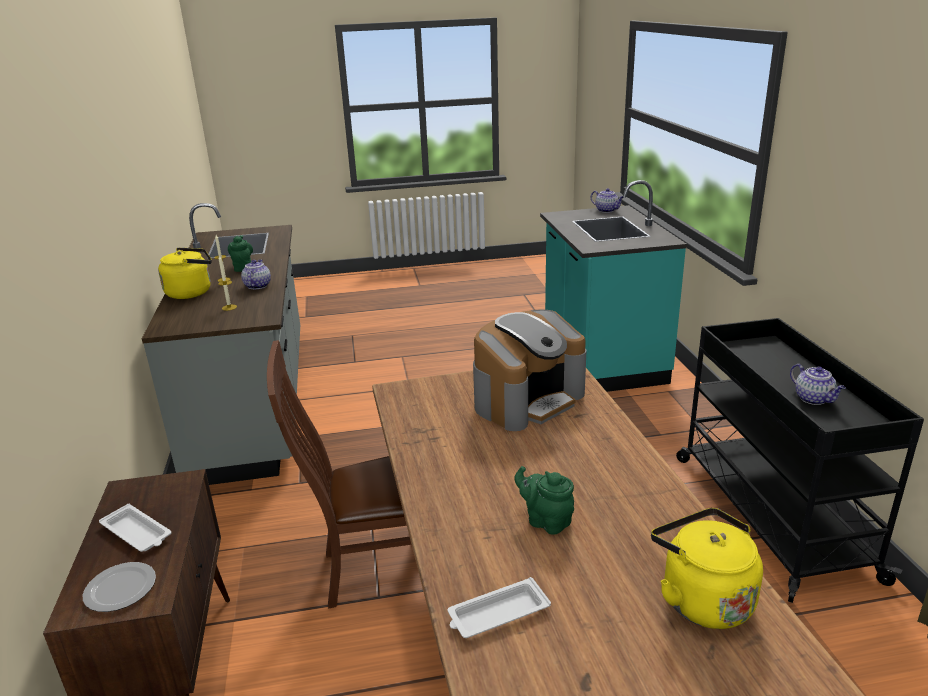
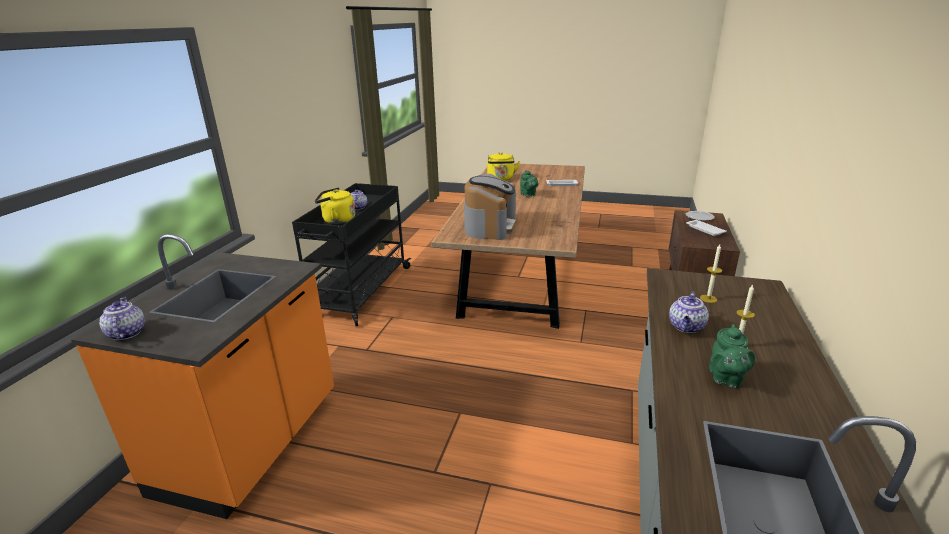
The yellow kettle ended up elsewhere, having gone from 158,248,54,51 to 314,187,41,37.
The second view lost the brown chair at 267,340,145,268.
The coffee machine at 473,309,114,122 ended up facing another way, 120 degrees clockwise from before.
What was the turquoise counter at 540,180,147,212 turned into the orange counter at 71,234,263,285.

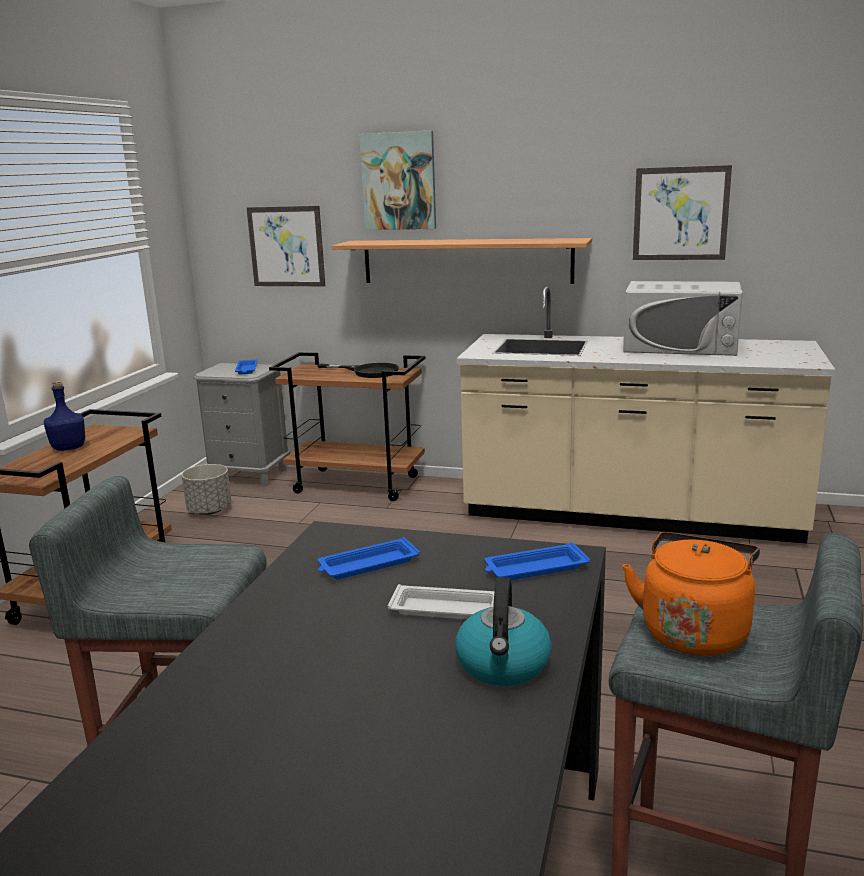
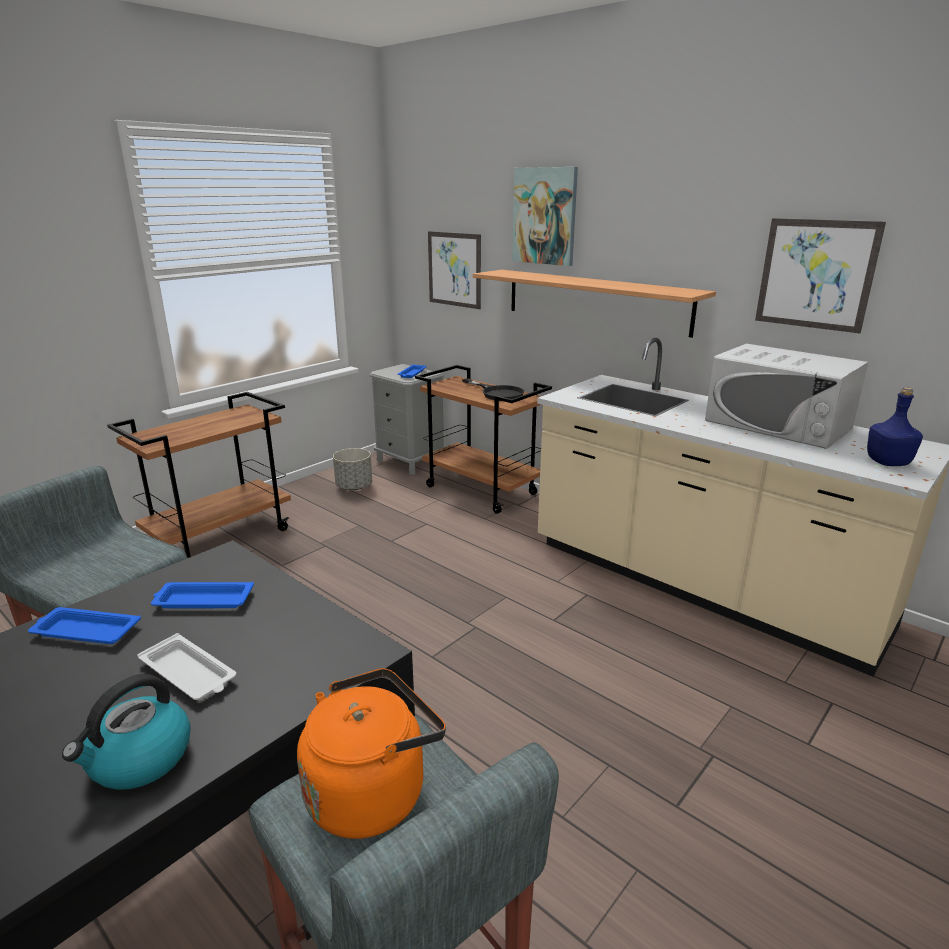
The blue bottle ended up elsewhere, having gone from 44,381,41,70 to 867,387,56,79.
The blue tray ended up elsewhere, having gone from 484,542,106,38 to 28,607,113,37.

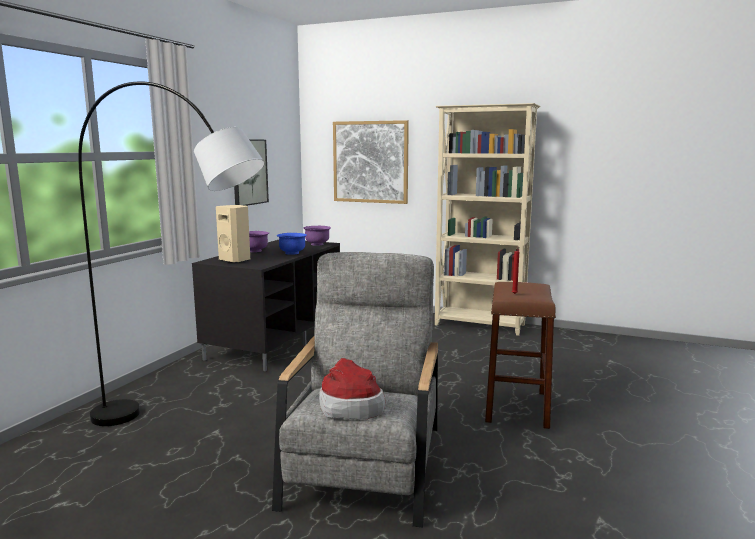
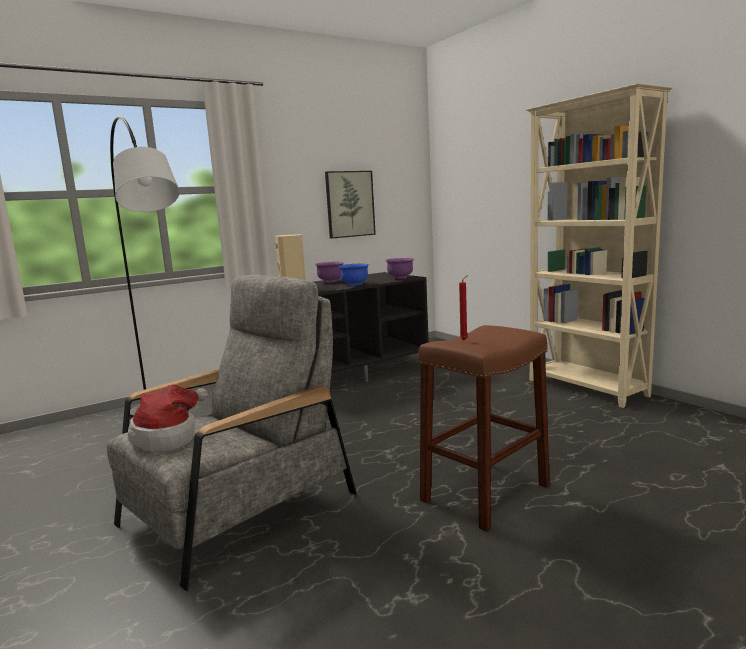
The second view lost the picture at 333,120,76,84.

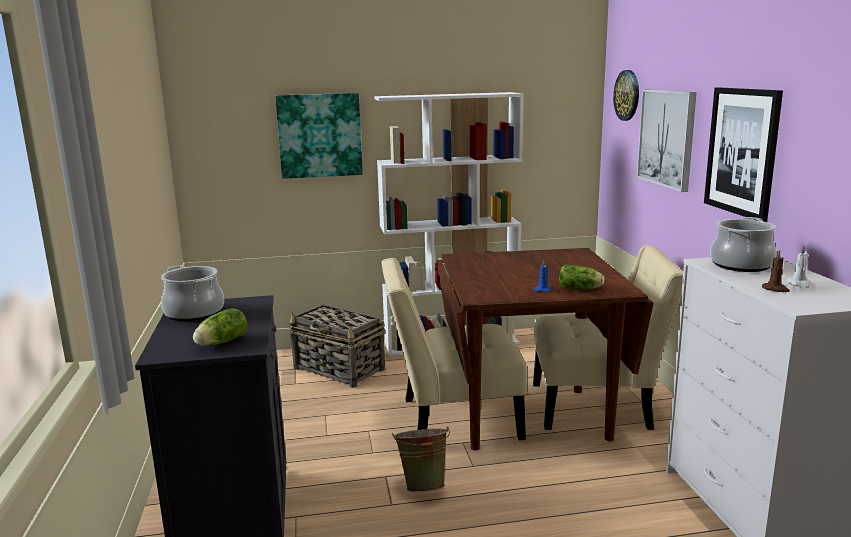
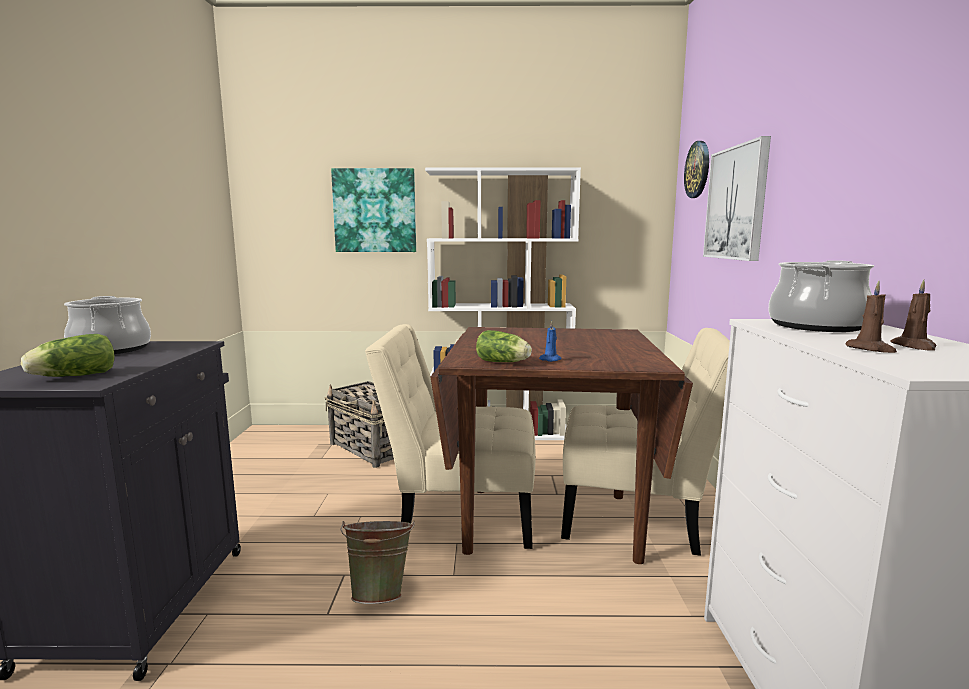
The lettuce ended up elsewhere, having gone from 559,265,46,25 to 476,330,56,32.
The second view lost the picture at 704,87,79,135.
What was the white candle at 786,246,25,42 turned into the brown candle at 890,280,47,71.

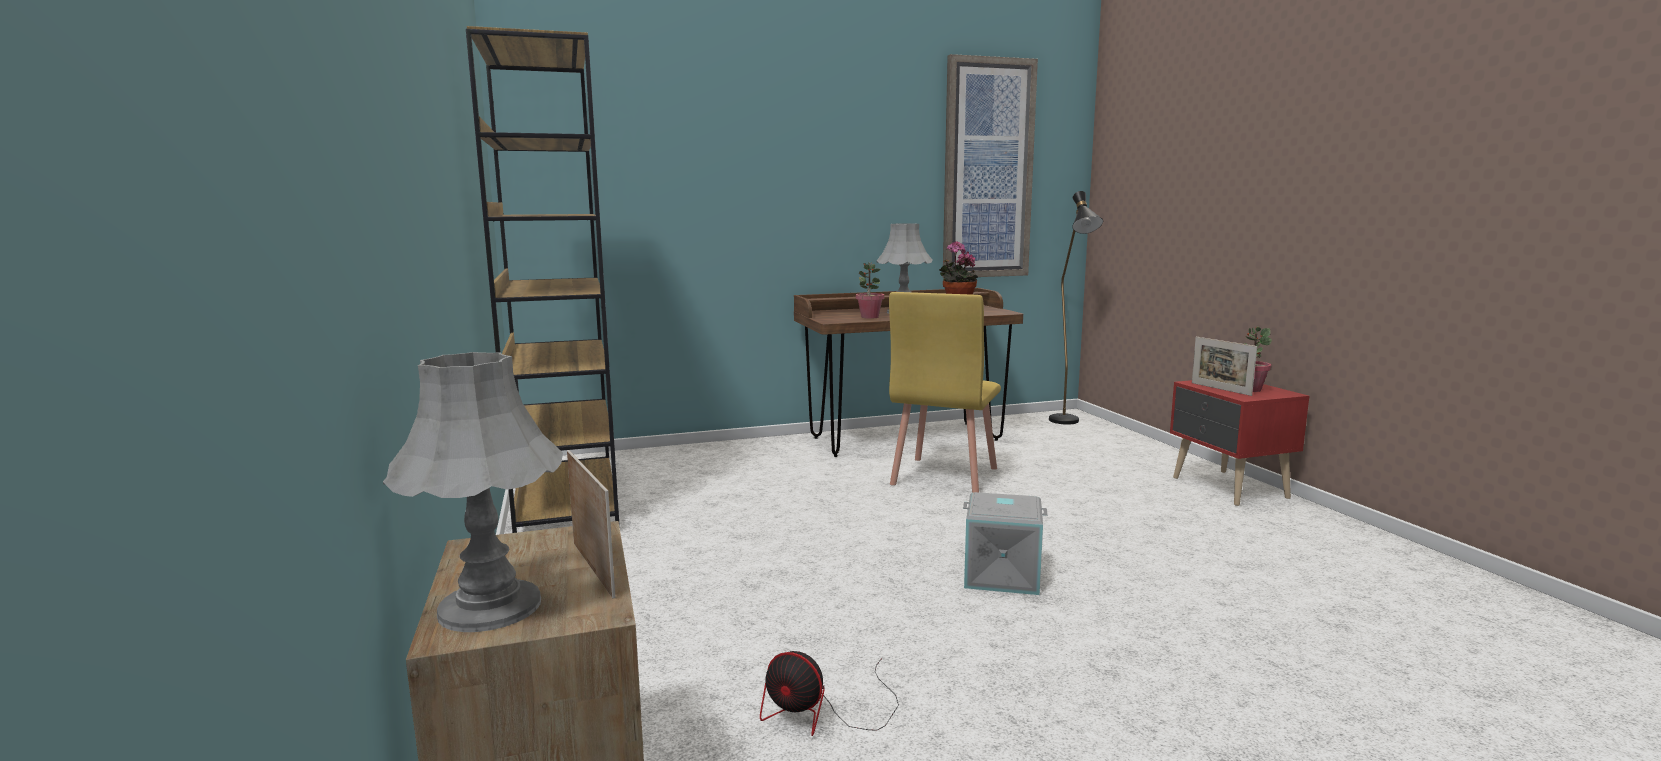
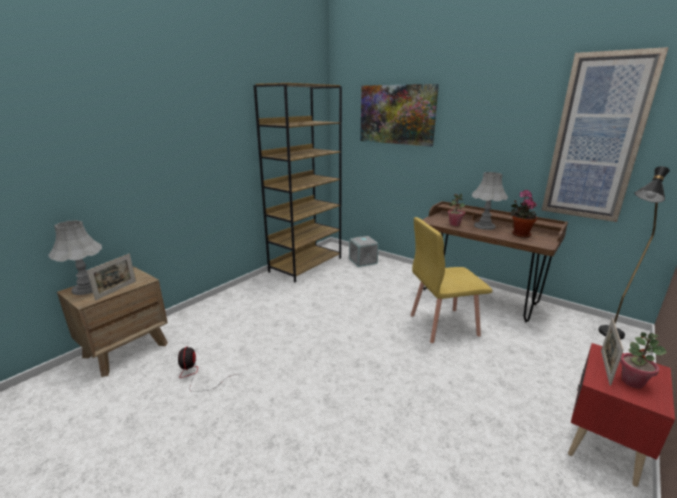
The grey storage box ended up elsewhere, having gone from 963,492,84,103 to 349,236,30,31.
The second view gained the picture at 360,84,79,63.

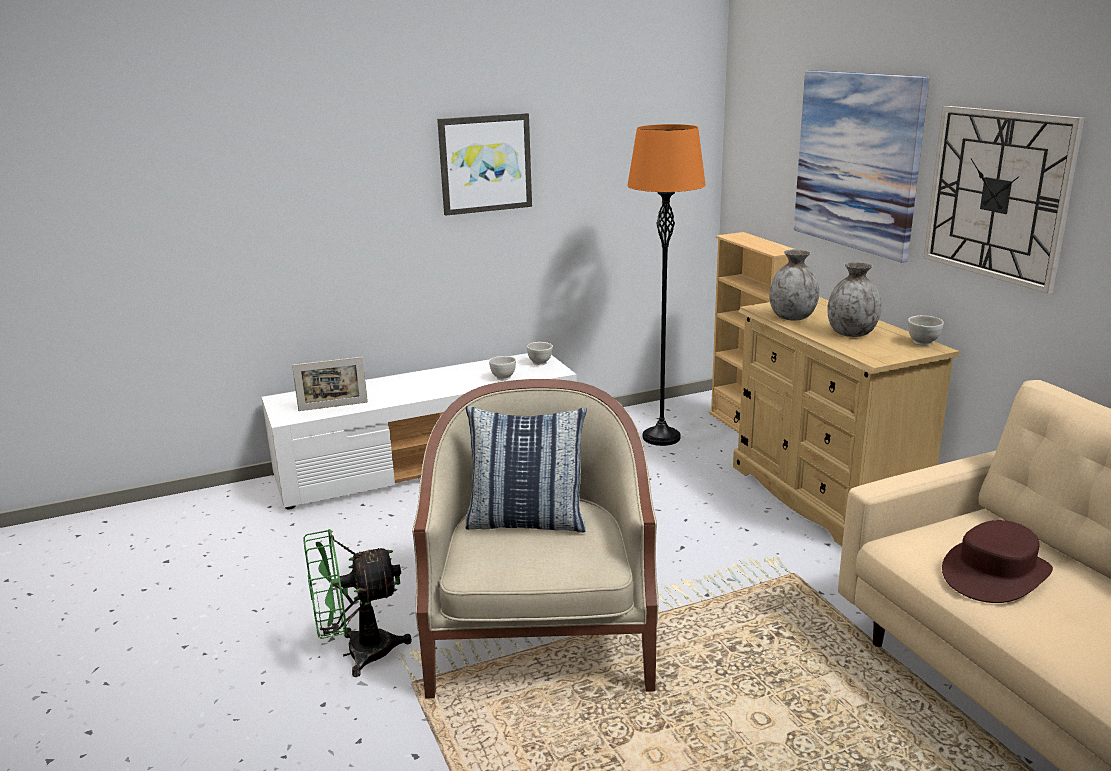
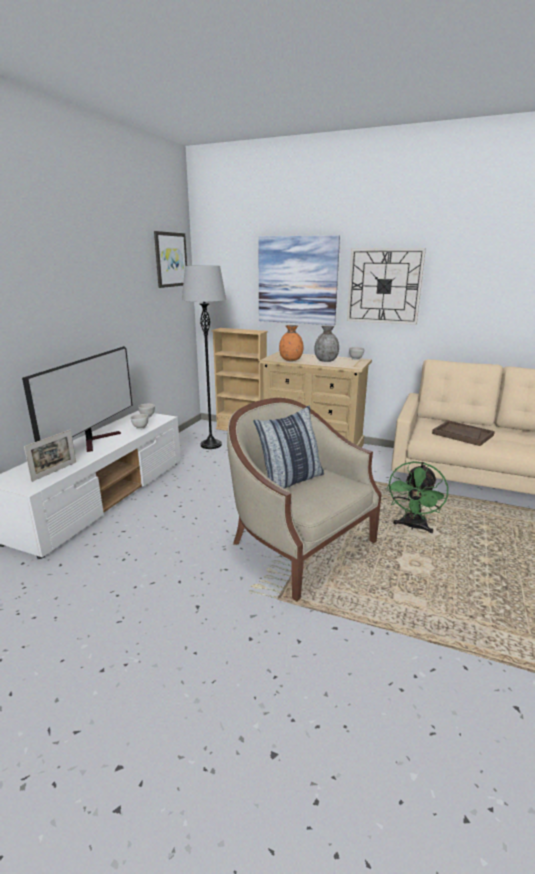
The green fan ended up elsewhere, having gone from 303,529,109,148 to 387,461,61,72.
The picture ended up elsewhere, having gone from 437,113,95,103 to 154,231,33,57.
What was the orange floor lamp at 627,124,79,322 turned into the grey floor lamp at 182,265,44,184.
What was the grey vase at 769,249,50,71 turned into the orange vase at 279,325,25,36.
Where the brown hat stood at 942,520,111,83, the brown tray came to stand at 432,420,63,26.
The second view gained the television at 22,346,111,106.

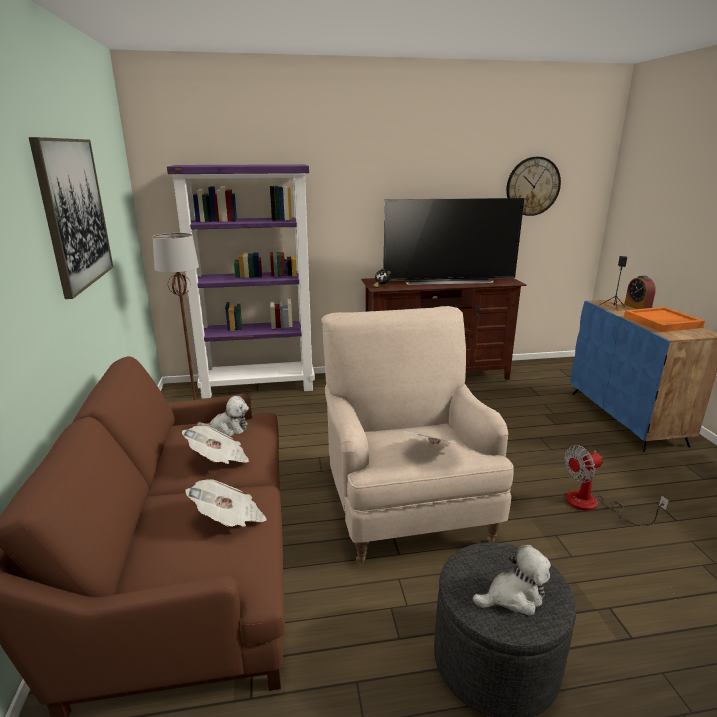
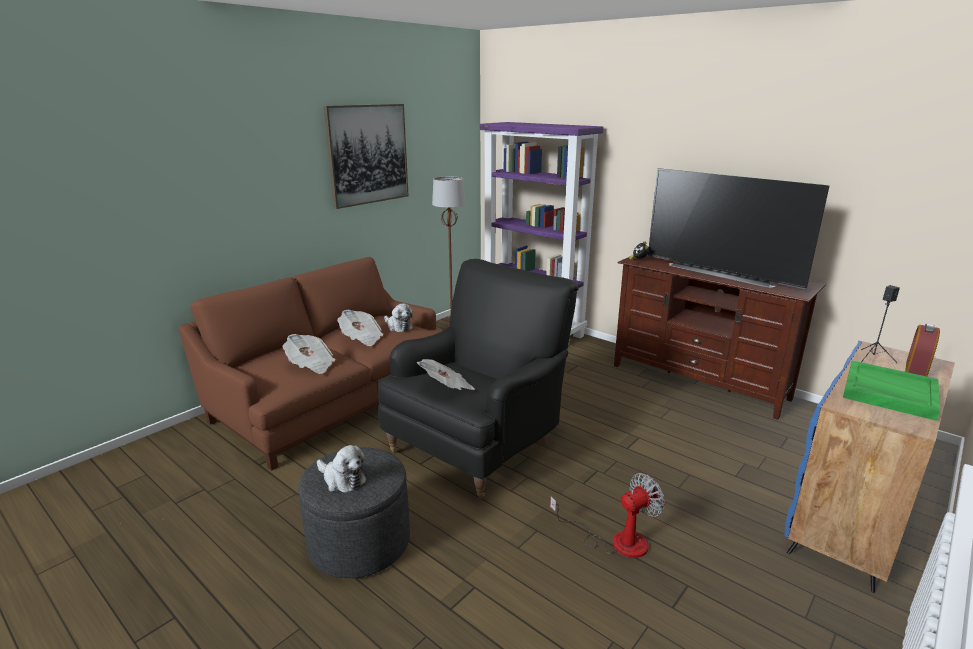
What was the beige armchair at 321,306,192,257 turned into the black armchair at 377,259,202,241.
The second view lost the wall clock at 506,157,55,59.
The fan at 564,445,105,81 ended up facing another way, 120 degrees clockwise from before.
What was the orange tray at 624,307,81,25 turned into the green tray at 843,361,97,60.

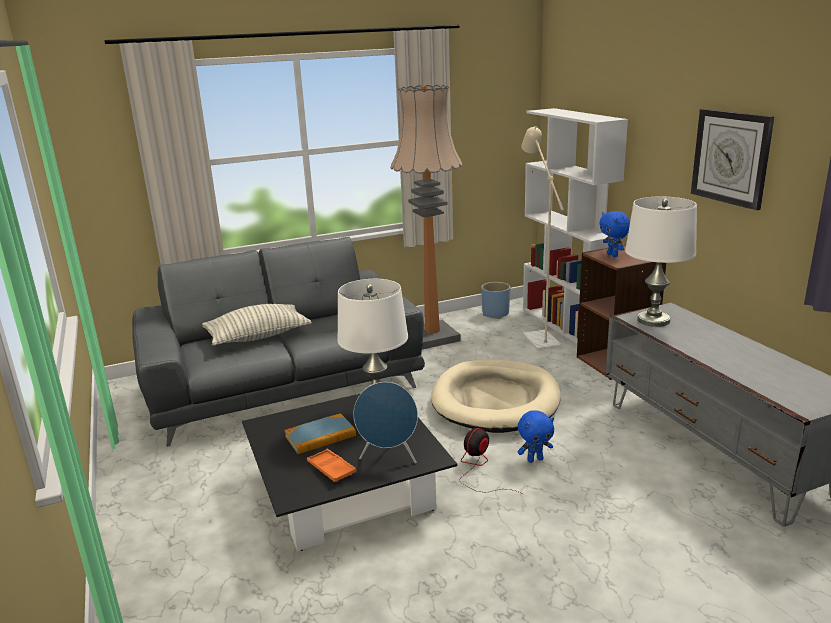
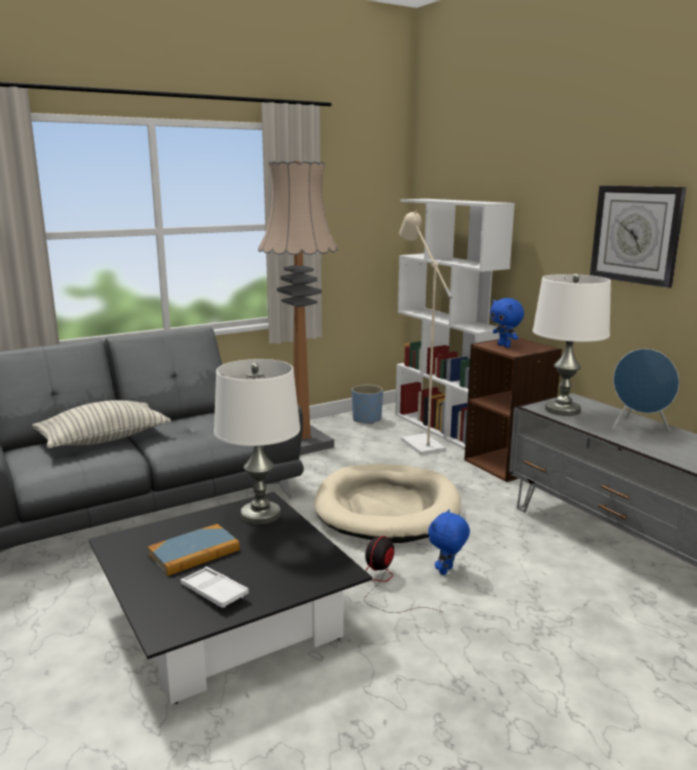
What was the orange tray at 307,449,49,33 turned into the white tray at 180,567,69,41.
The blue speaker ended up elsewhere, having gone from 353,382,65,81 to 611,349,68,82.
The blue plush toy at 518,411,36,52 ended up facing another way, 150 degrees clockwise from before.

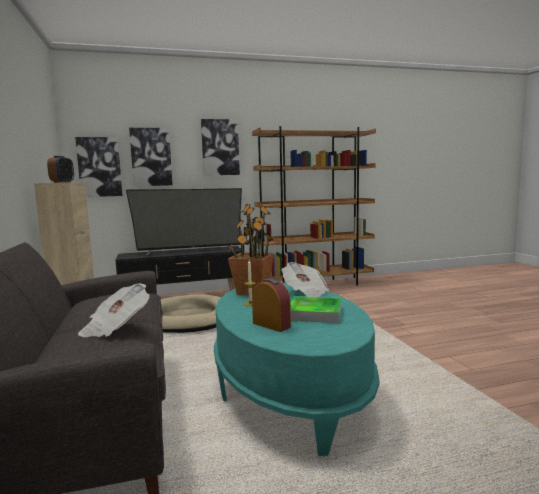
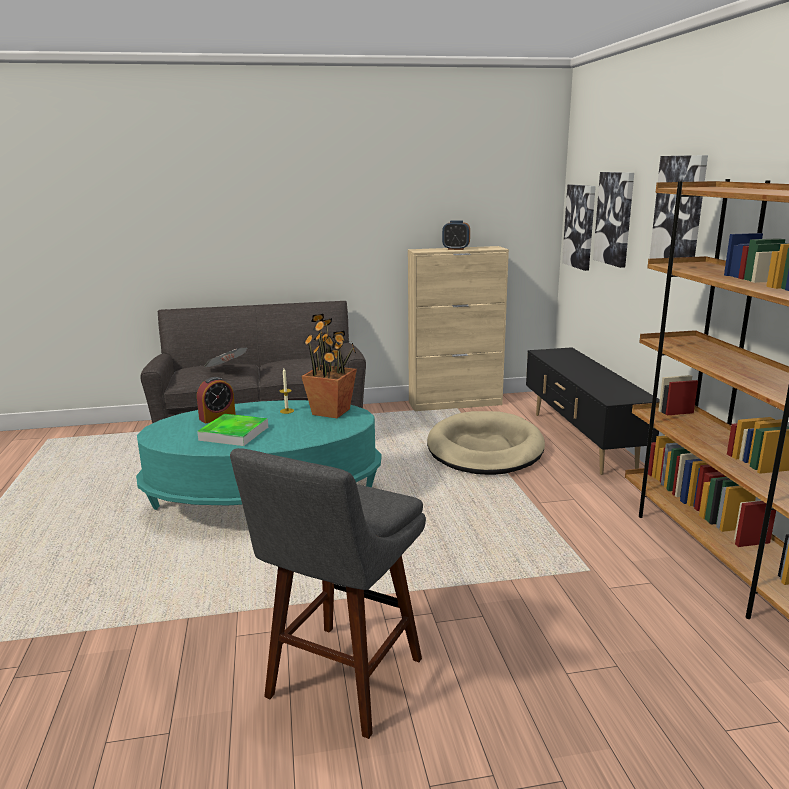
The second view lost the television at 126,188,116,68.
The second view lost the newspaper at 281,262,48,35.
The second view gained the grey stool at 230,448,196,291.

